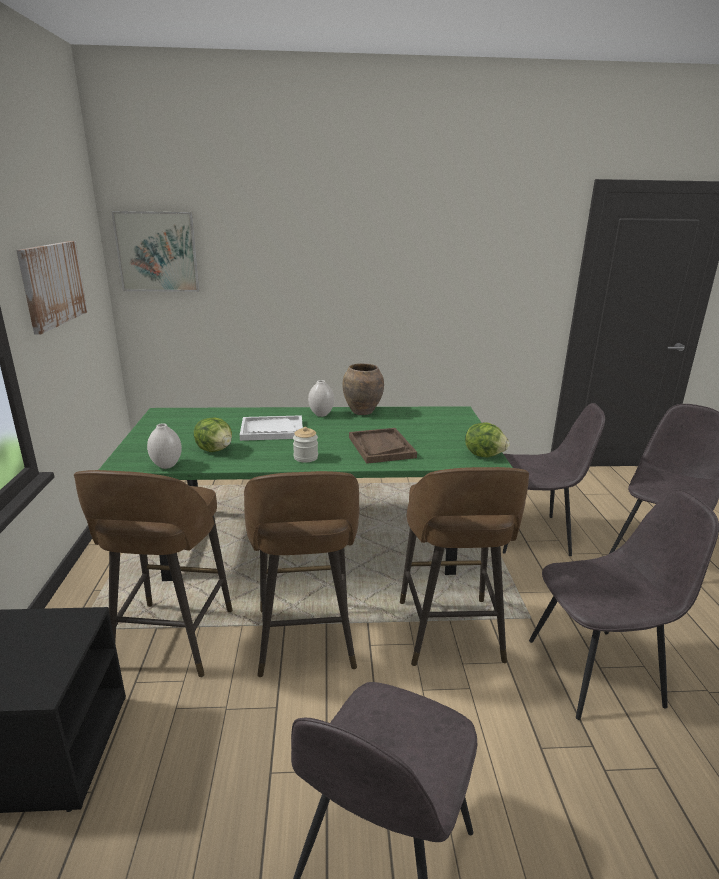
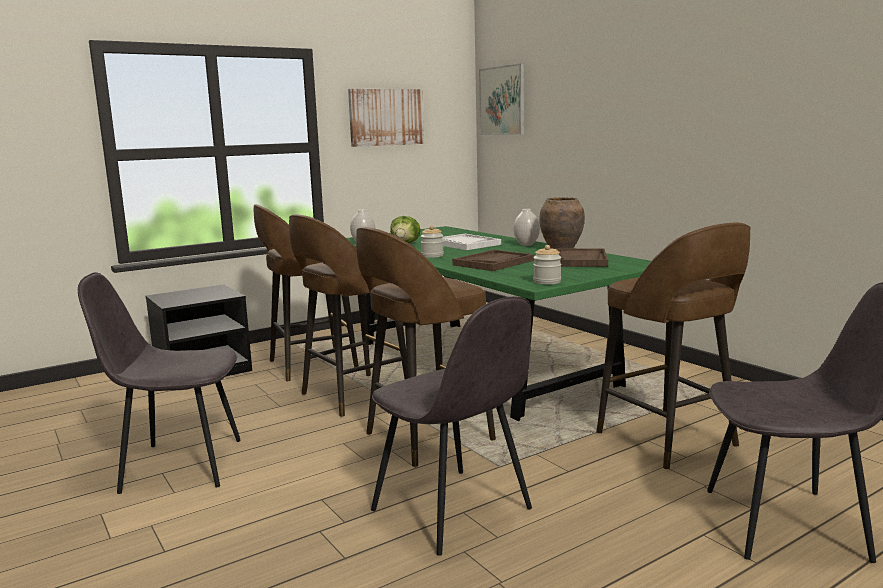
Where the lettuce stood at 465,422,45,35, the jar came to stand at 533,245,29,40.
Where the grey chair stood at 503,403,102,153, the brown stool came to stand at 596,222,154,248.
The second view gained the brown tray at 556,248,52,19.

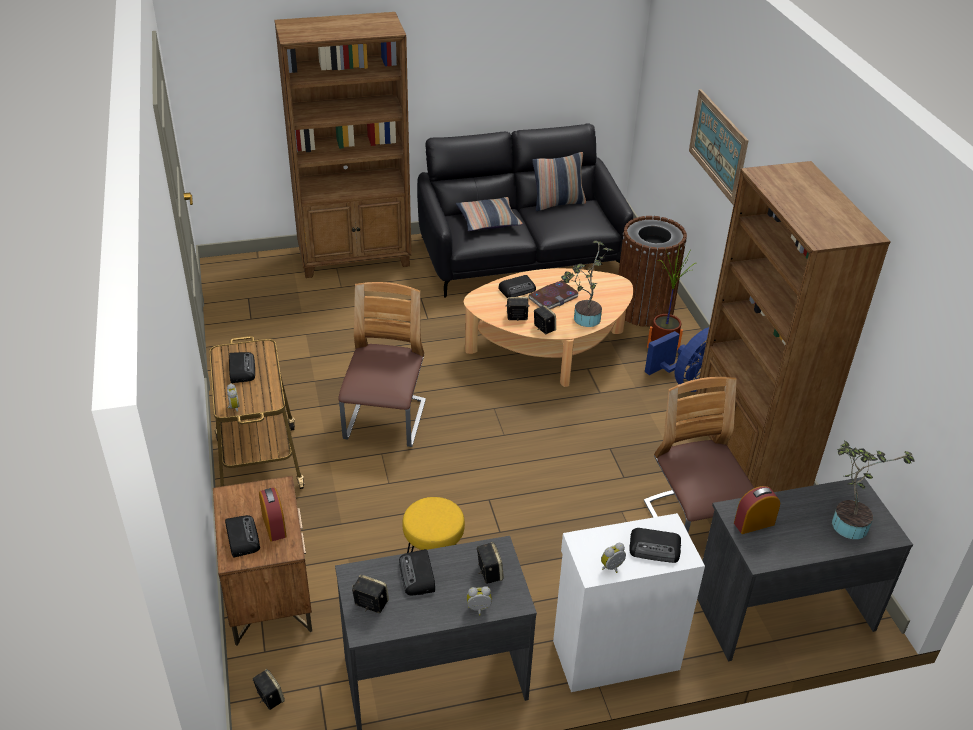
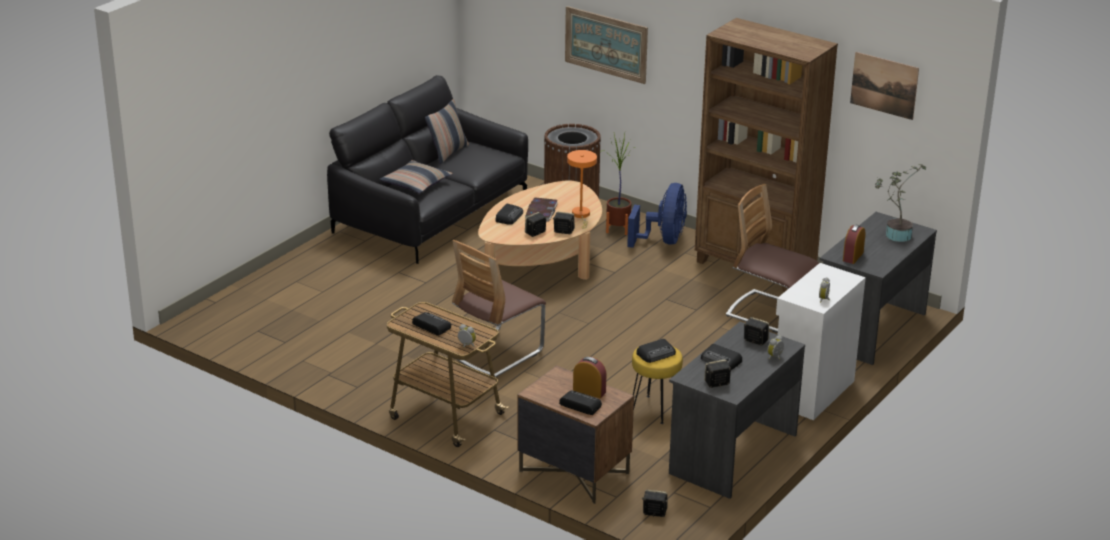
The second view lost the brown bookcase at 274,12,138,266.
The chair at 338,282,88,165 ended up facing another way, 105 degrees counterclockwise from before.
Where the potted plant stood at 561,241,53,86, the orange table lamp came to stand at 567,150,30,79.
The radio ended up elsewhere, having gone from 630,528,51,35 to 636,339,40,24.
The second view gained the picture at 850,52,69,68.

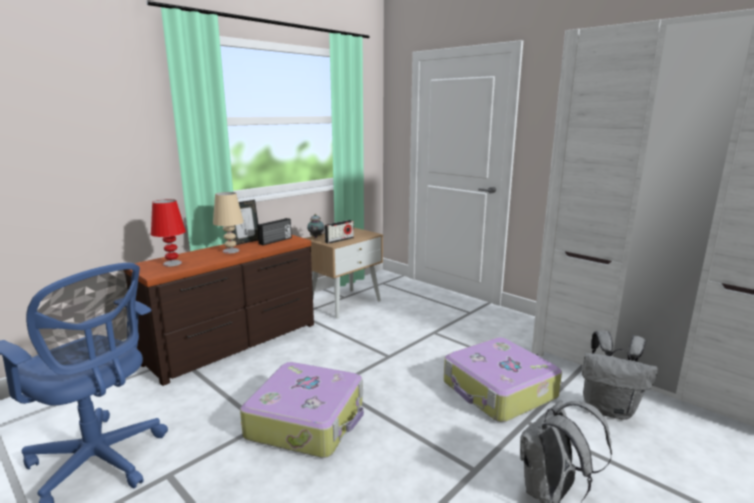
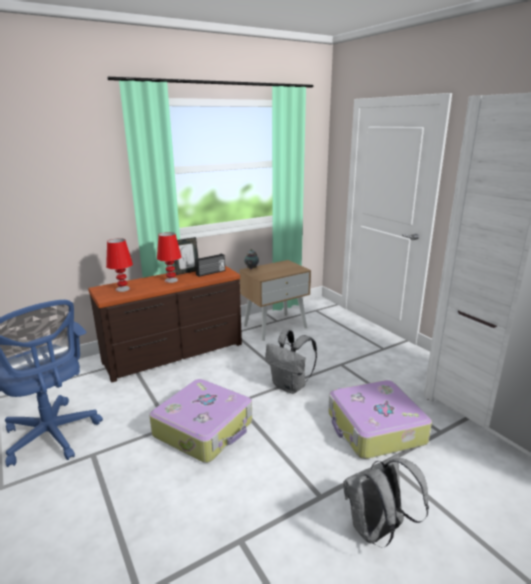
What was the beige table lamp at 213,192,31,62 turned into the red table lamp at 157,232,24,51.
The second view lost the radio at 325,220,29,24.
The grey backpack ended up elsewhere, having gone from 582,330,76,90 to 265,329,52,65.

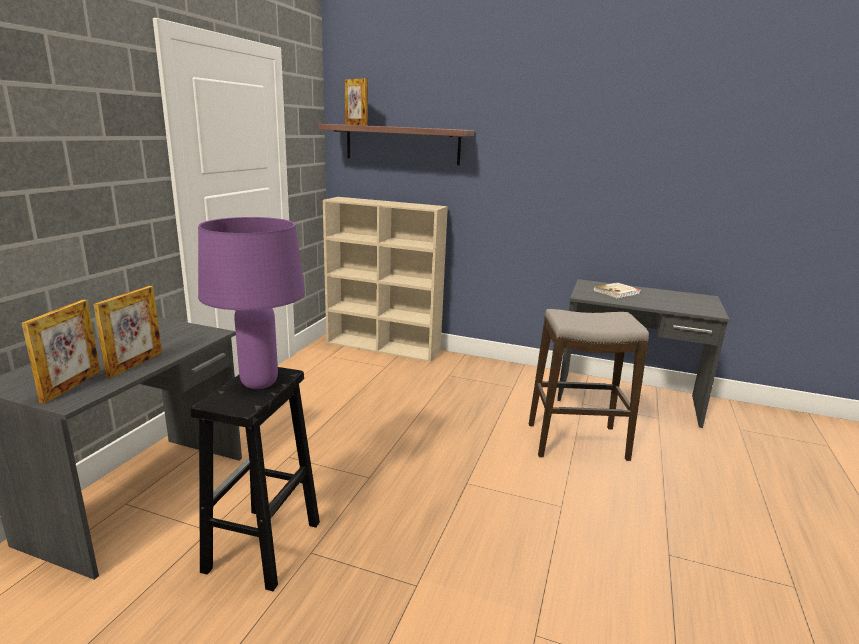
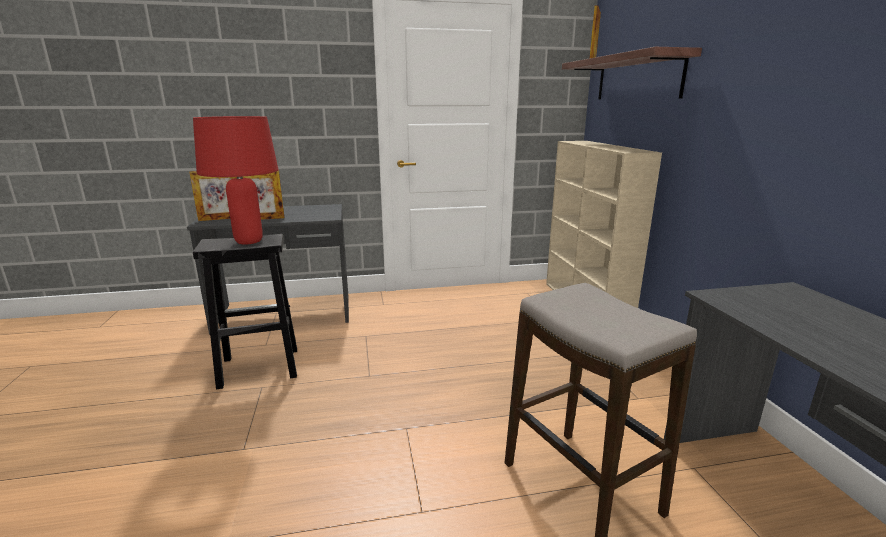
What was the purple table lamp at 198,217,107,172 turned into the red table lamp at 193,116,86,129.
The second view lost the book at 593,282,48,17.

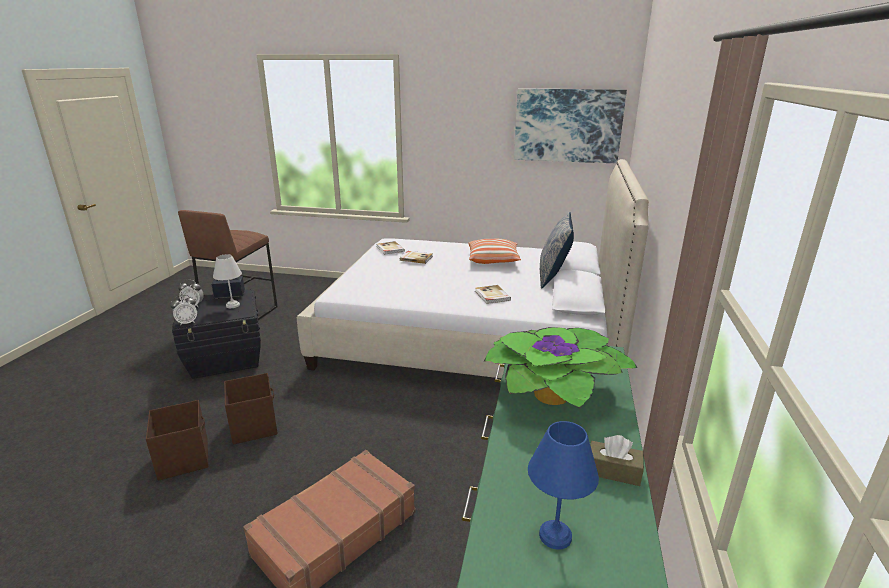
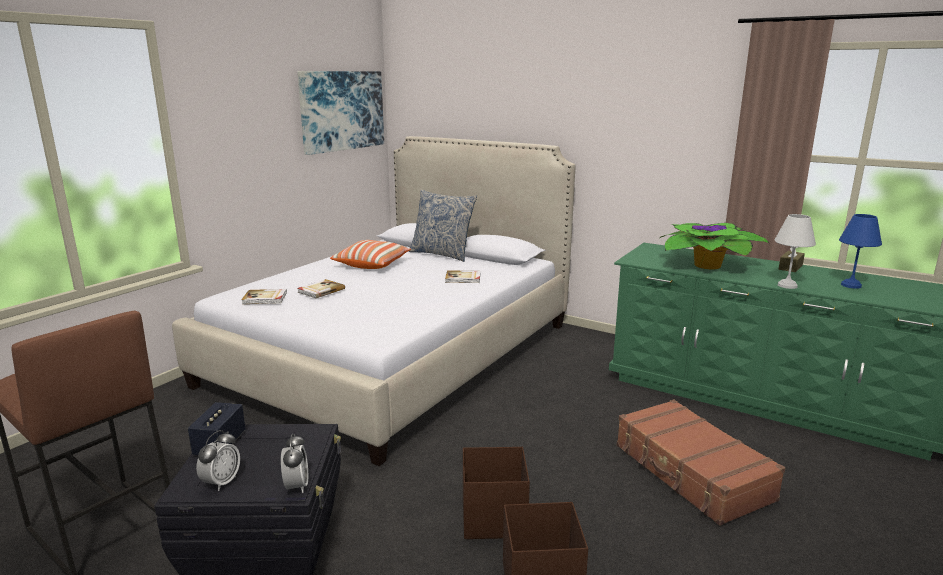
The white table lamp ended up elsewhere, having gone from 213,254,29,54 to 775,214,41,75.

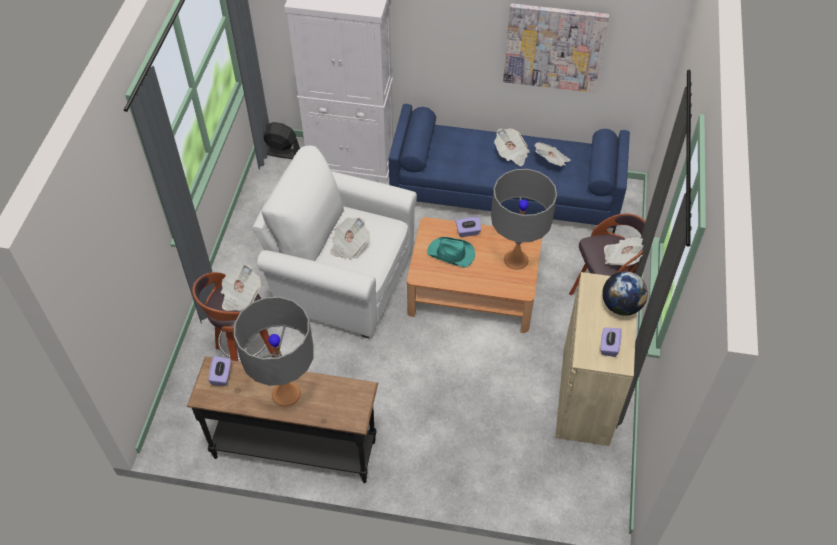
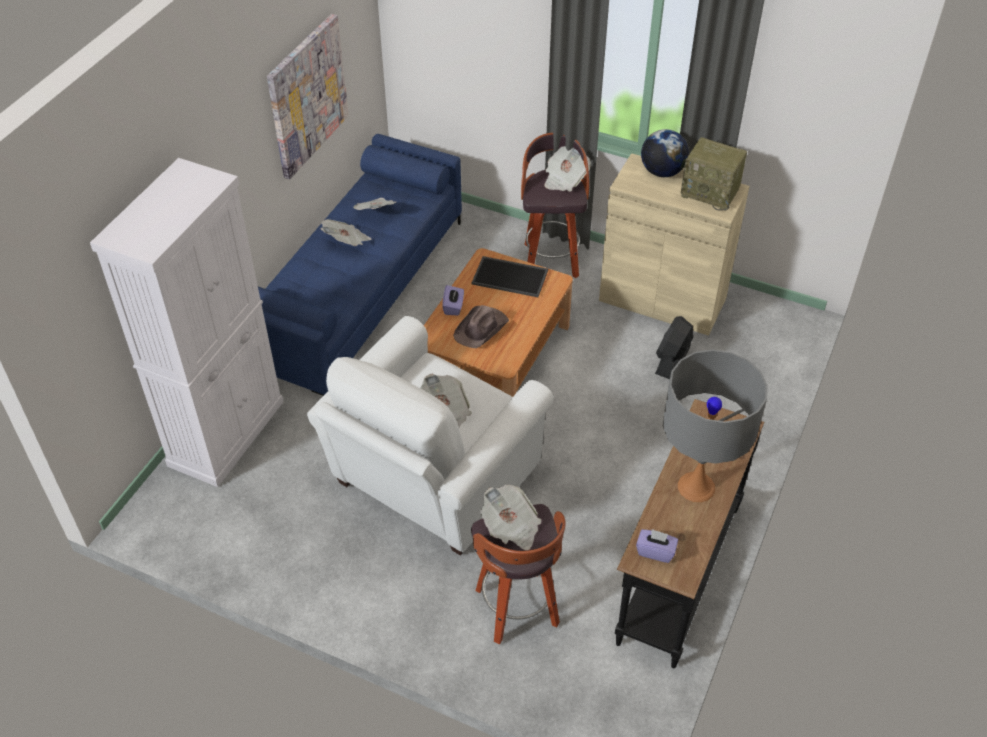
The black fan ended up elsewhere, having gone from 264,122,36,37 to 655,316,38,63.
What was the turquoise hat at 427,237,48,31 turned into the brown hat at 453,305,56,43.
Where the grey table lamp stood at 491,169,66,101, the tray came to stand at 472,256,76,41.
Where the purple tissue box stood at 600,328,22,29, the radio came to stand at 681,137,66,74.

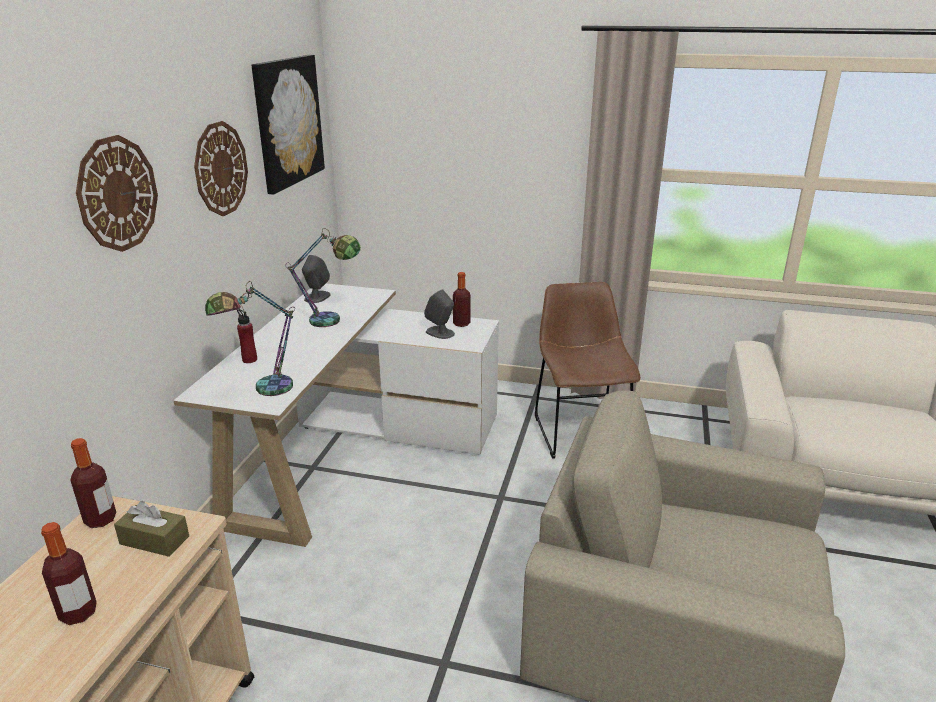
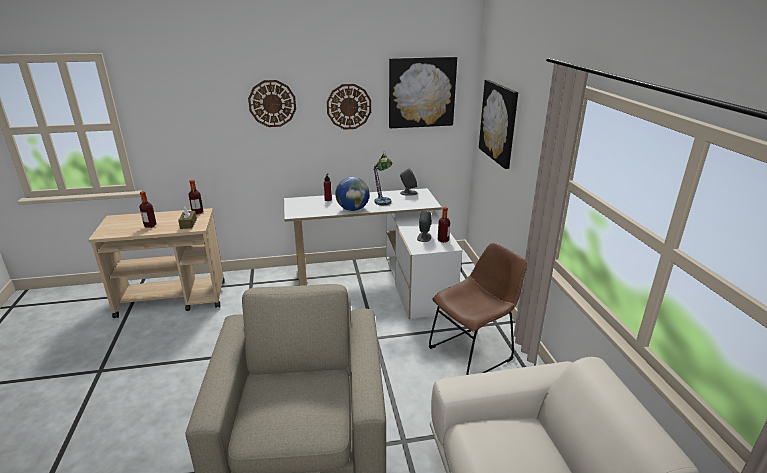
The second view lost the table lamp at 205,281,90,115.
The second view gained the globe at 335,177,35,34.
The second view gained the picture at 479,80,39,89.

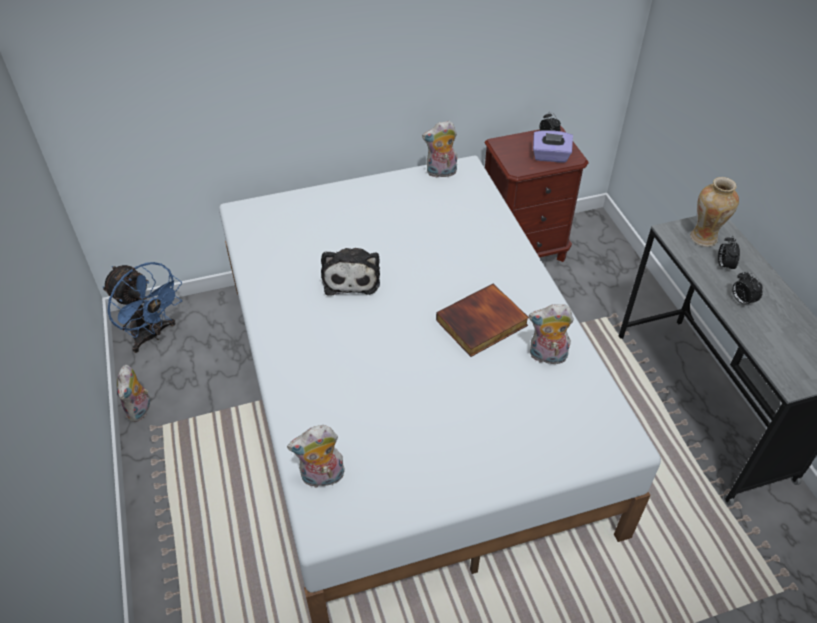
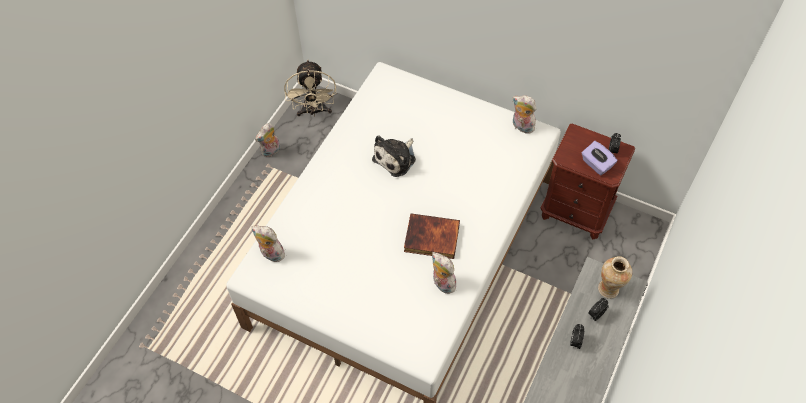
What was the blue fan at 103,262,79,91 turned into the beige fan at 284,60,52,57.

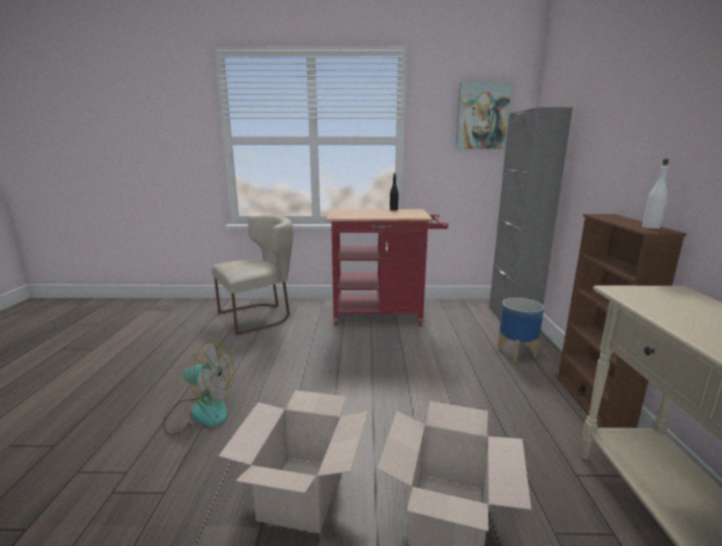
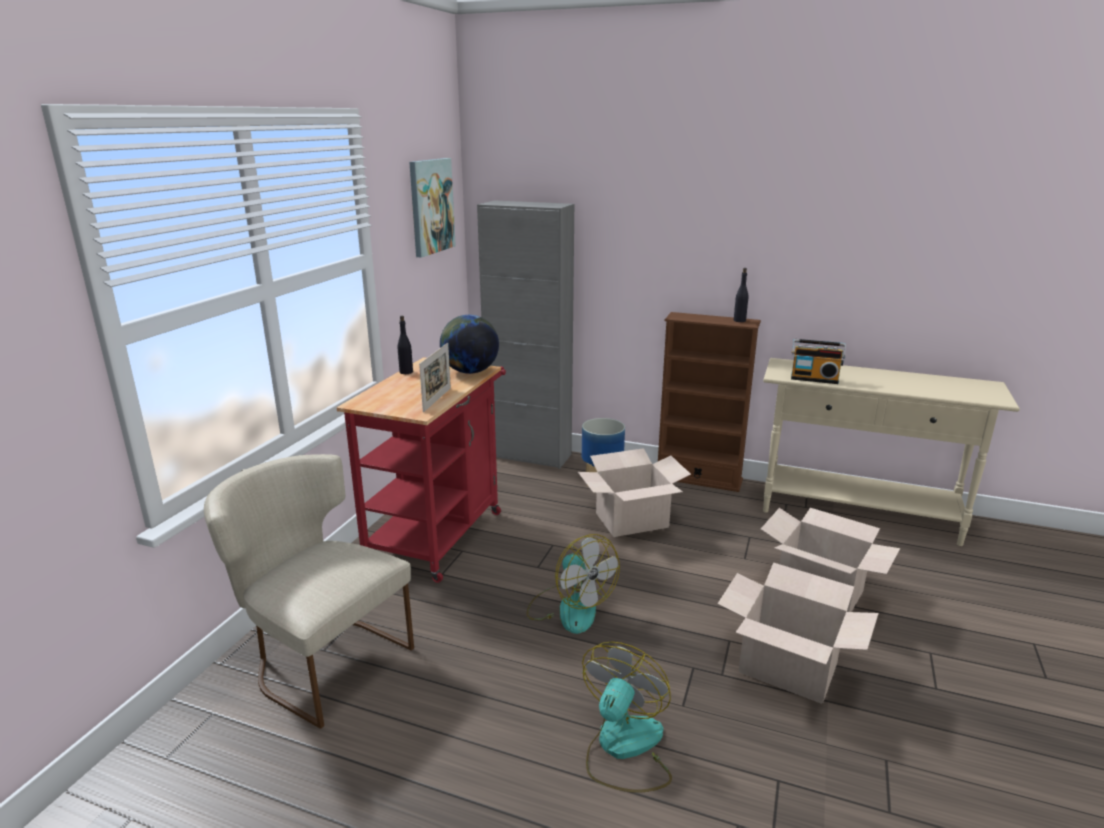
The beige chair at 212,215,81,120 ended up facing another way, 45 degrees counterclockwise from before.
What was the white bottle at 642,159,27,70 turned into the black bottle at 734,268,14,54.
The second view gained the picture frame at 419,343,32,69.
The second view gained the globe at 440,315,59,59.
The second view gained the fan at 527,534,93,100.
The second view gained the cardboard box at 578,448,113,89.
The second view gained the radio at 791,339,55,45.

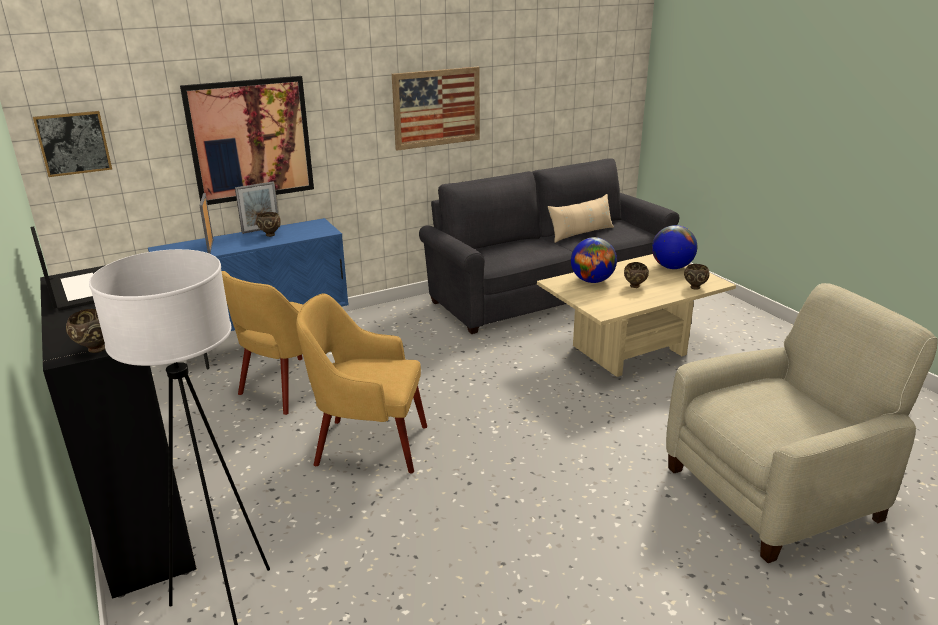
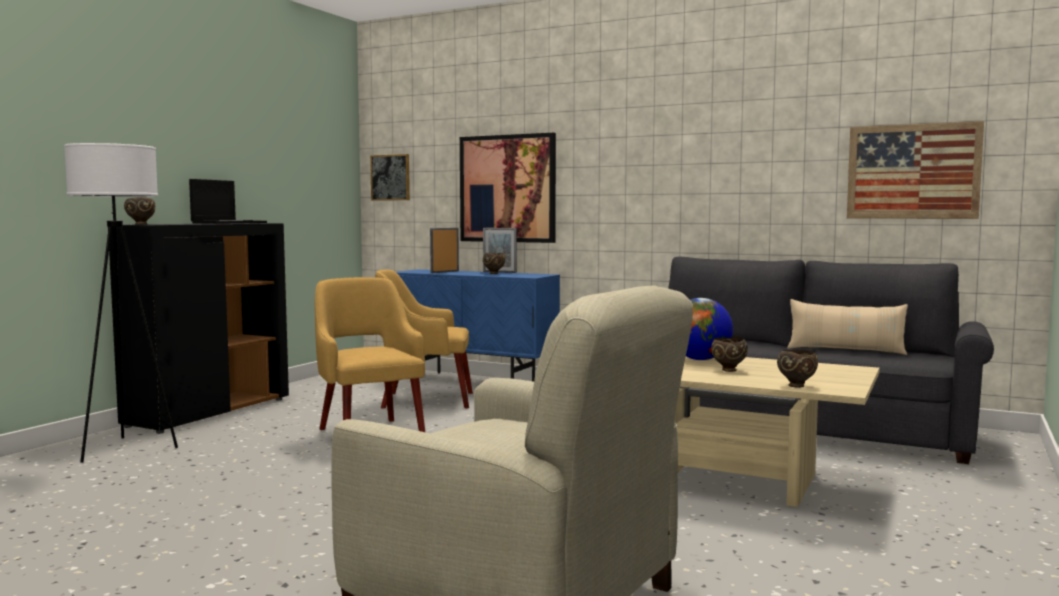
The picture ended up elsewhere, having gone from 392,67,88,84 to 847,121,137,98.
The second view lost the globe at 652,225,45,44.

